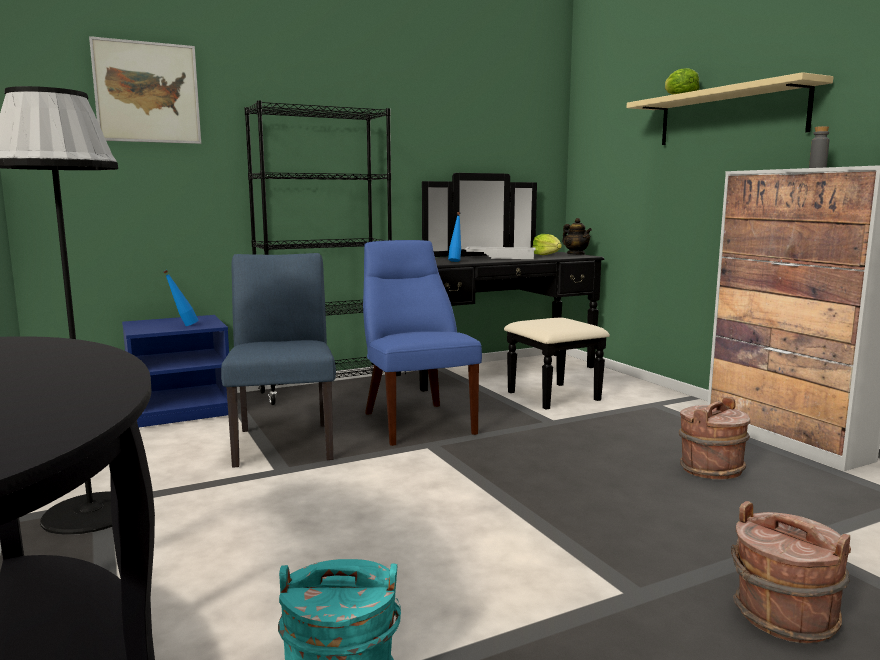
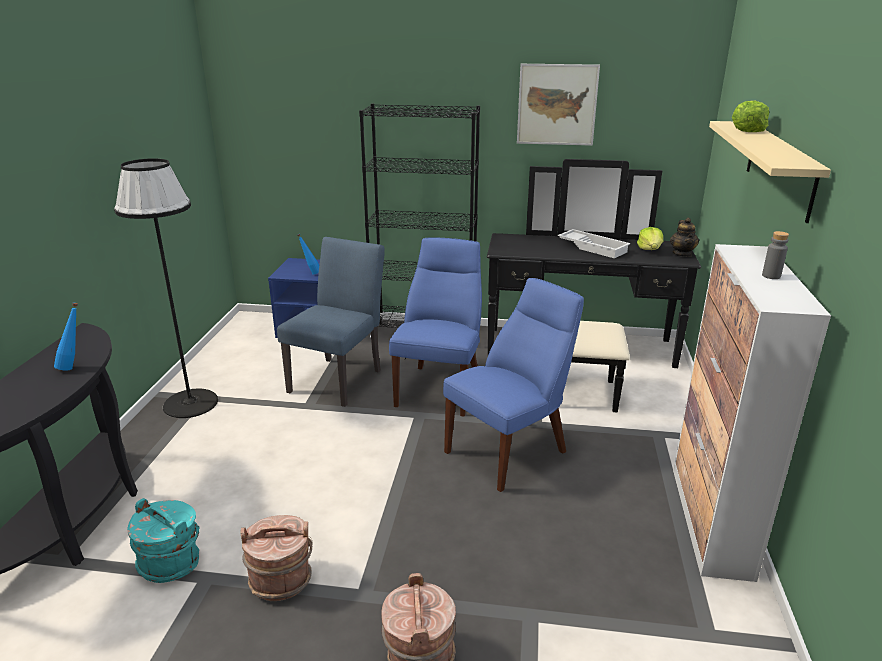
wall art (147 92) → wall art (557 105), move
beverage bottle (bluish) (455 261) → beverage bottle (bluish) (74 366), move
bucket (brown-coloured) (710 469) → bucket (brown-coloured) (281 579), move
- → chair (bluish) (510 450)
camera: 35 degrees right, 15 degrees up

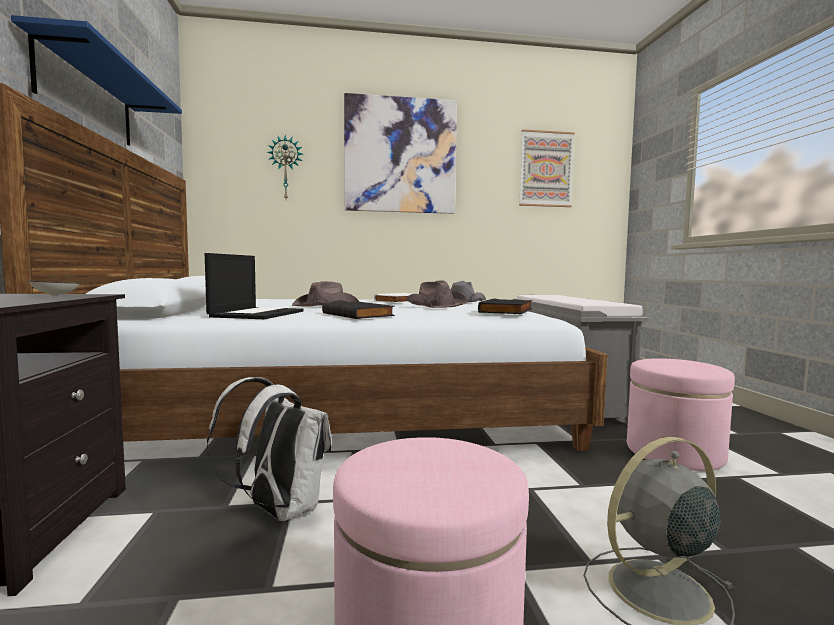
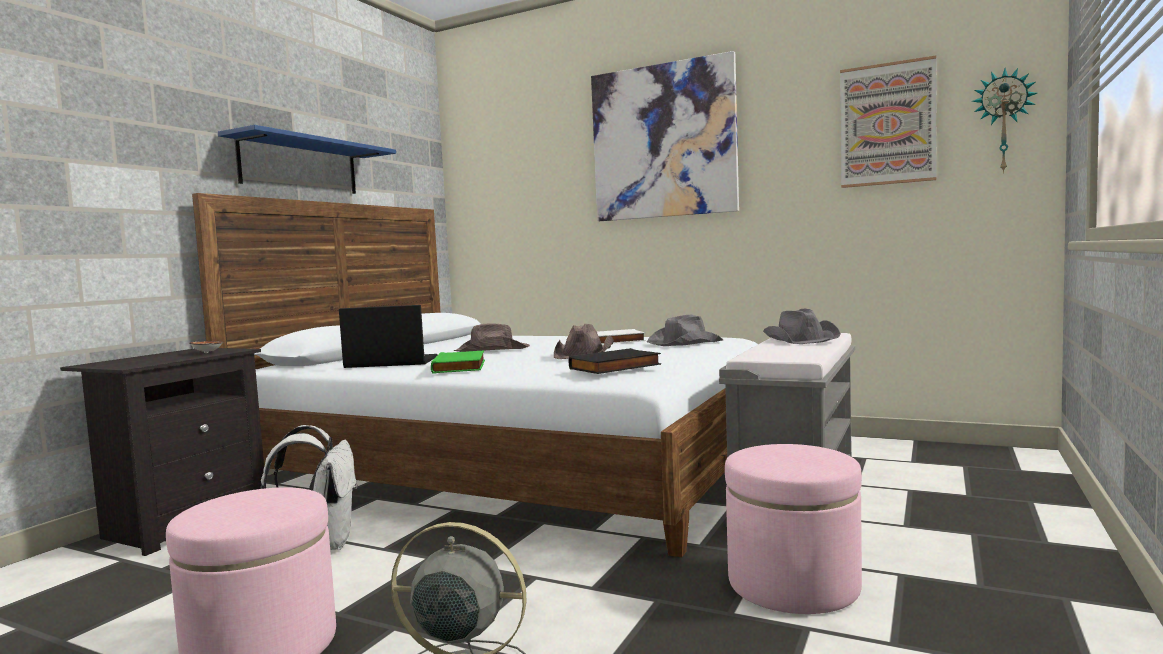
wall clock (285 168) → wall clock (1003 121), move
laptop (257 314) → laptop (390 362), 135 degrees counterclockwise
bound book (black-coloured) (359 314) → bound book (green) (461 366)
- → clothing hat (grey) (801 339)
camera: 35 degrees right, 0 degrees up

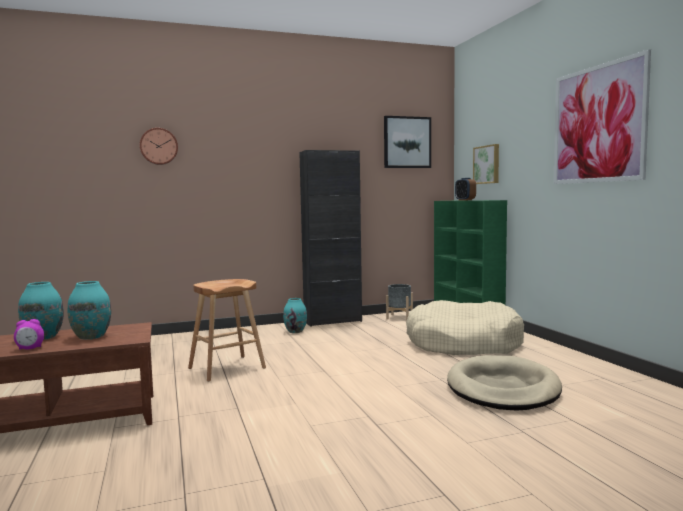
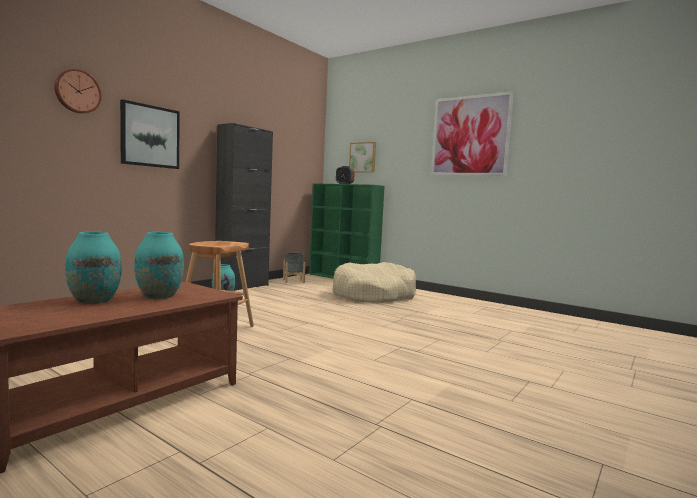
wall art (407 142) → wall art (150 136), move
table clock (30 348) → -
pet bed (beige-coloured) (502 388) → -
camera: 35 degrees left, 0 degrees up

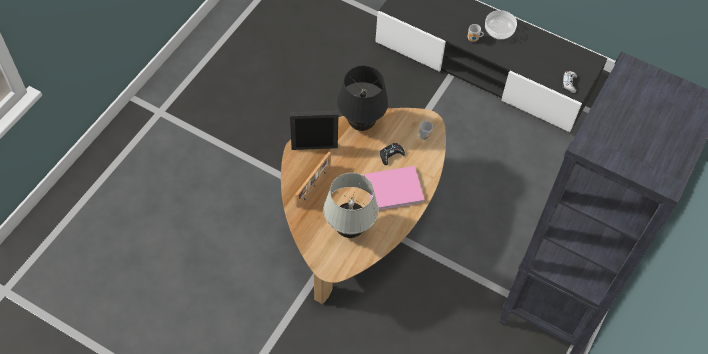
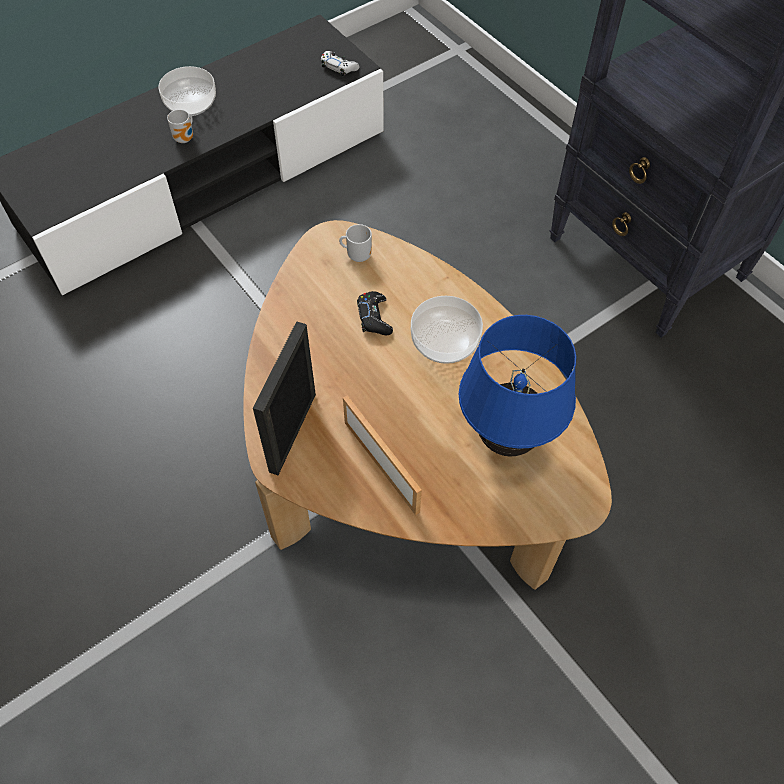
tabletop lamp (black-coloured) (361 124) → -
bound book (pink) (391 188) → serving bowl (444 342)
tabletop lamp (white) (349 230) → tabletop lamp (bluish) (505 440)
camera: 65 degrees left, 0 degrees up

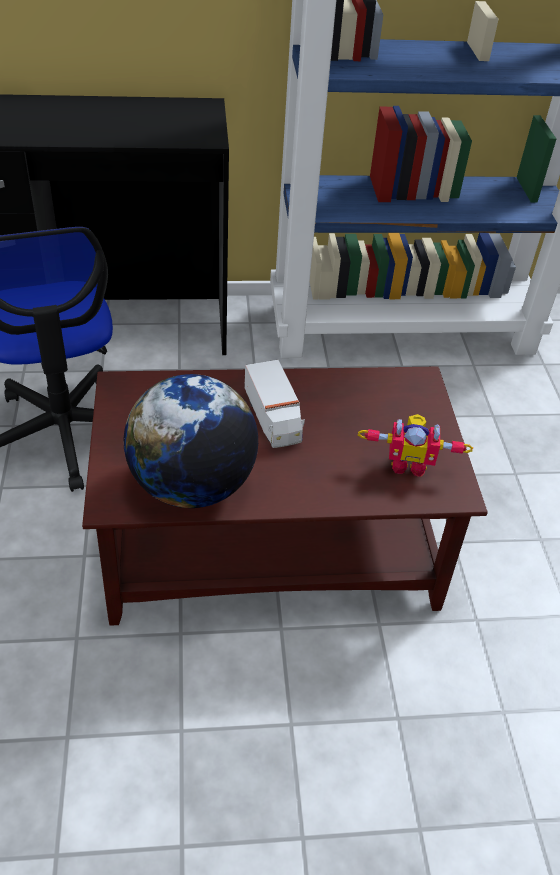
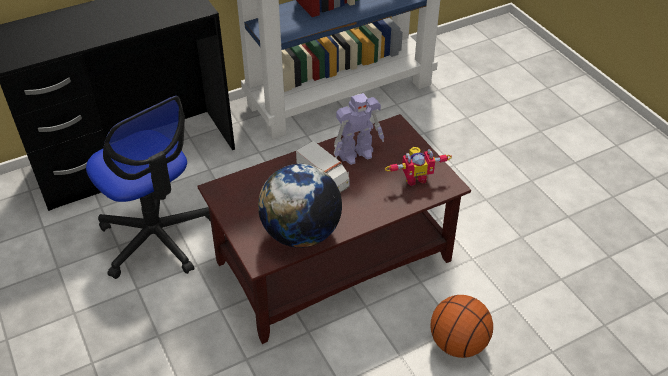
- → toy robot (357 154)
- → ball for basketball (457 343)
camera: 20 degrees left, 0 degrees up

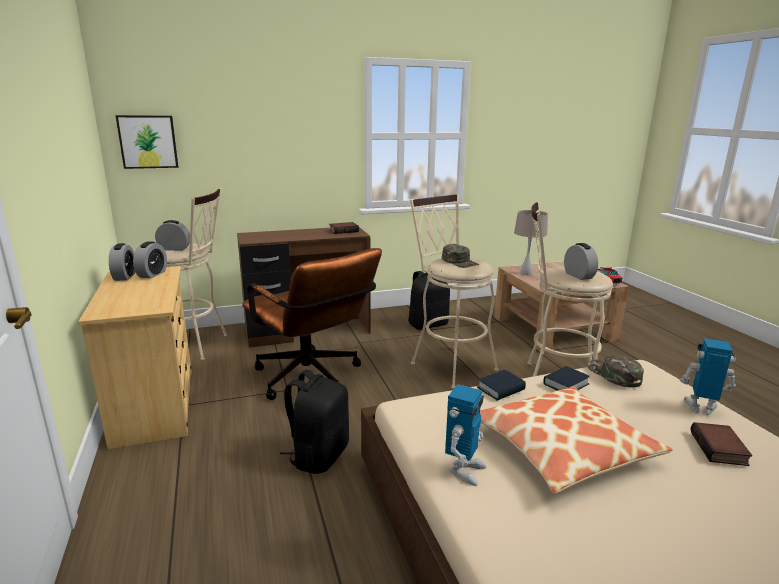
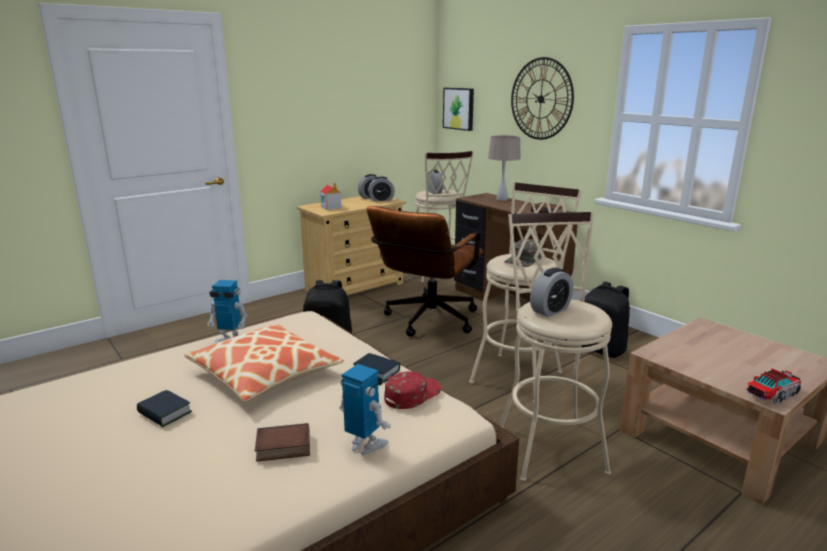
tabletop lamp (beige-coloured) (526 273) → tabletop lamp (beige-coloured) (502 199), move
toy robot (700 408) → toy robot (365 446), 60 degrees counterclockwise
peaked cap (green) (613 375) → peaked cap (reddish) (412 394)
bound book (501 389) → bound book (164 413), move
- → wall clock (541 99)
- → toy house (331 207)
camera: 70 degrees right, 0 degrees up

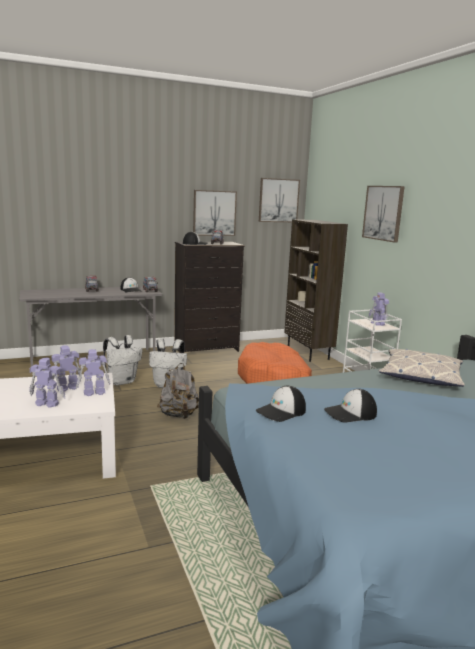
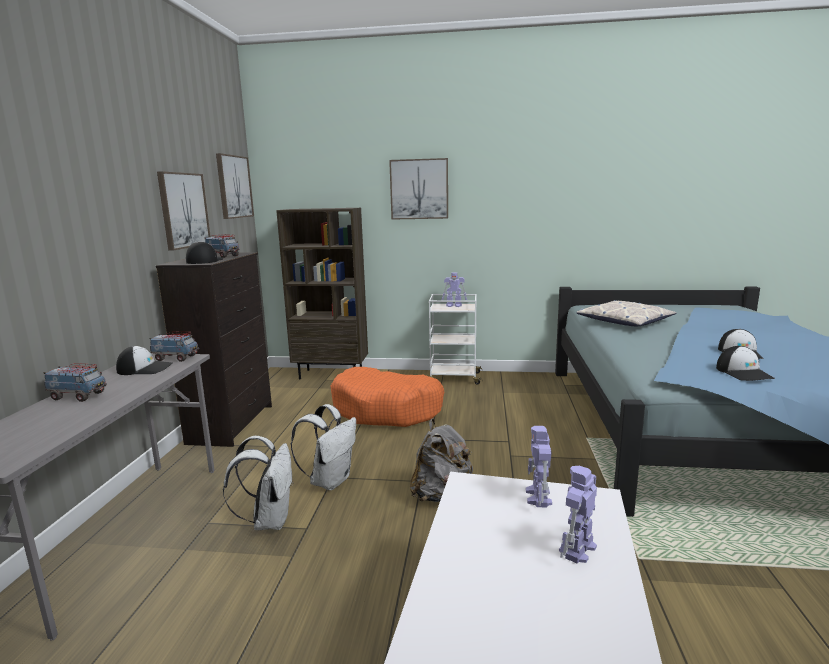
toy robot (67 388) → -
camera: 60 degrees left, 0 degrees up

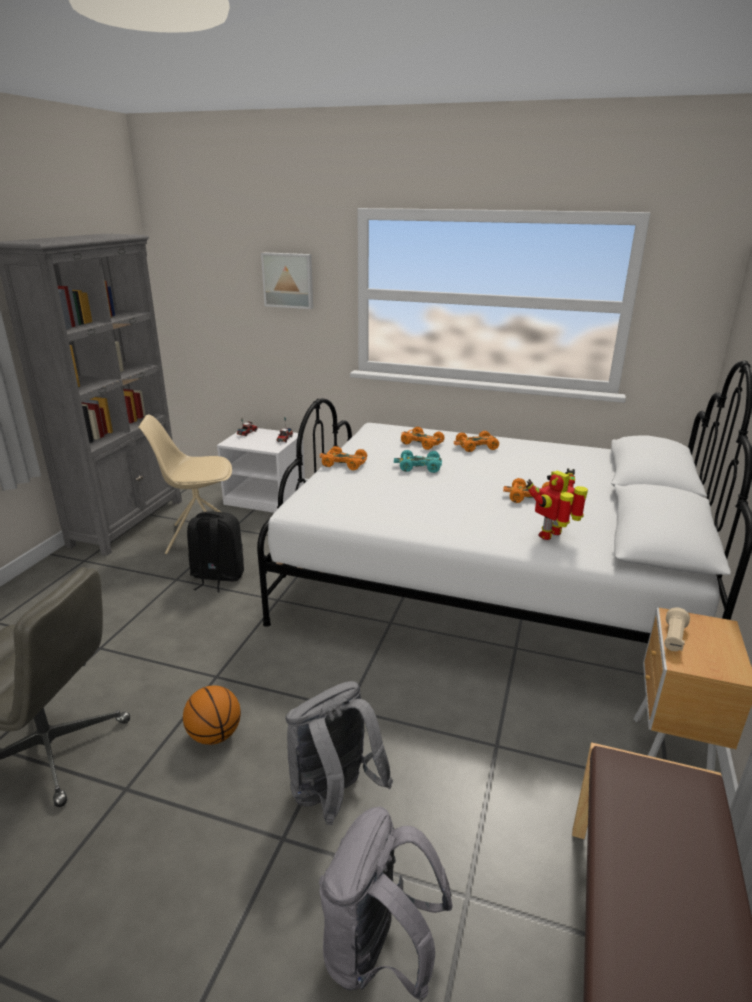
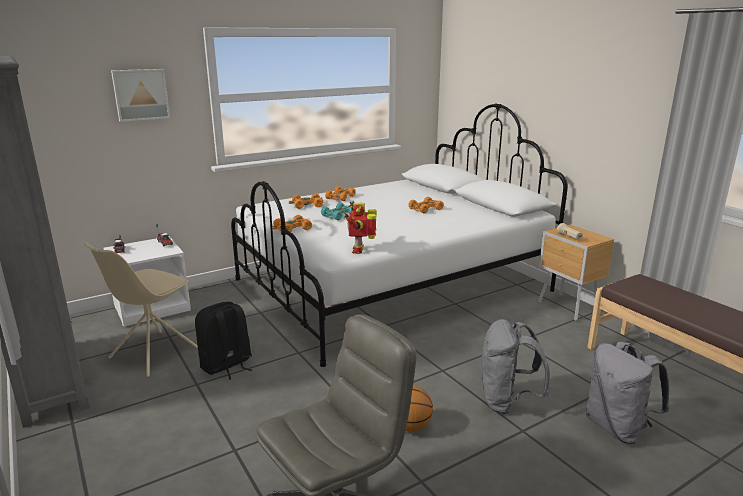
toy robot (552 535) → toy robot (359 250), move
camera: 50 degrees left, 5 degrees down

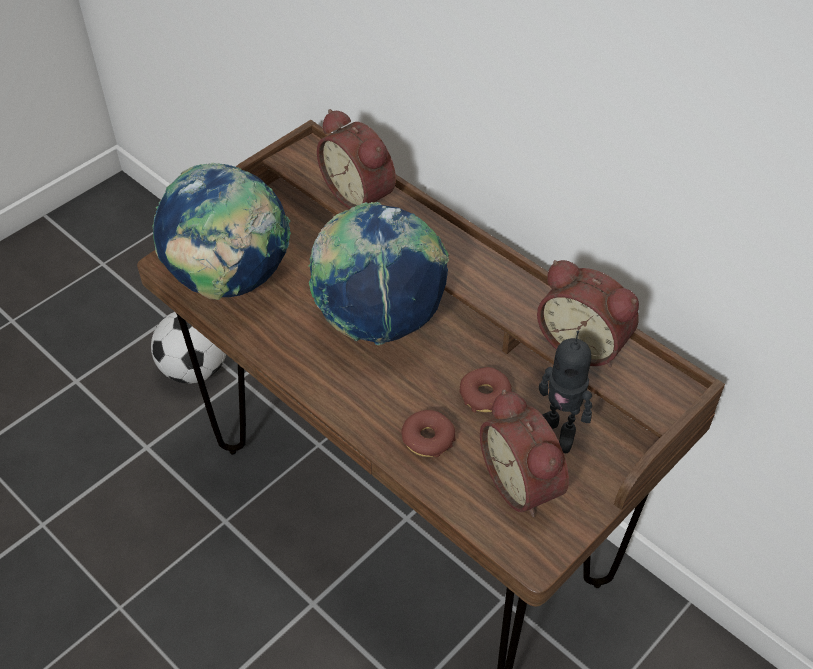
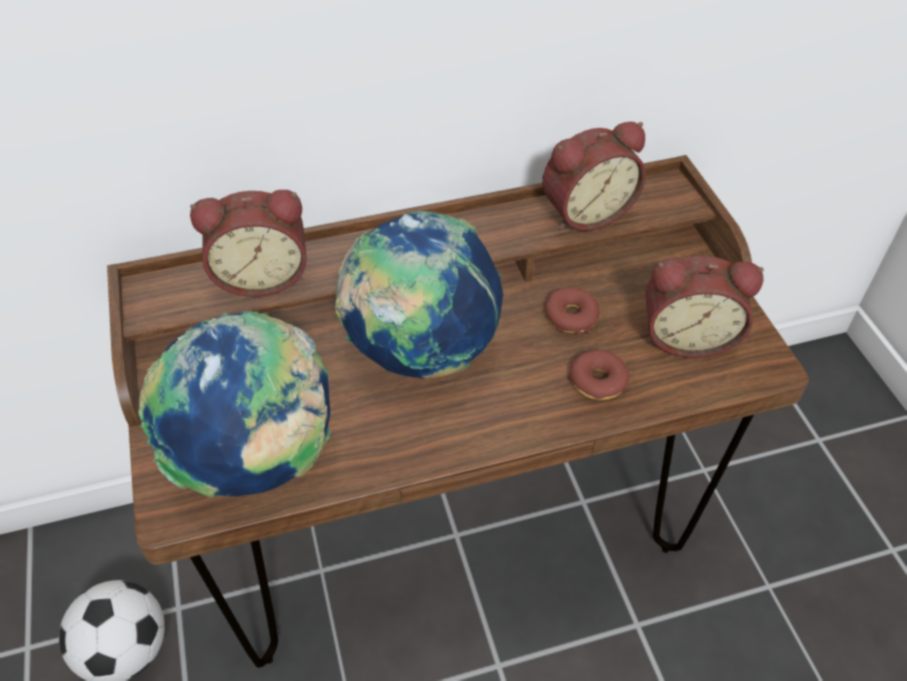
toy robot (558 429) → -
camera: 60 degrees left, 0 degrees up

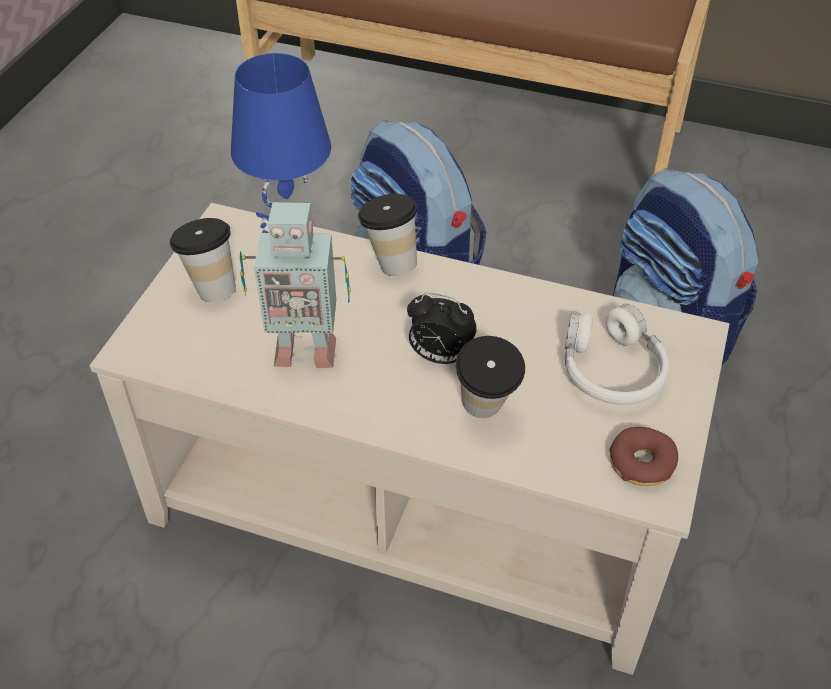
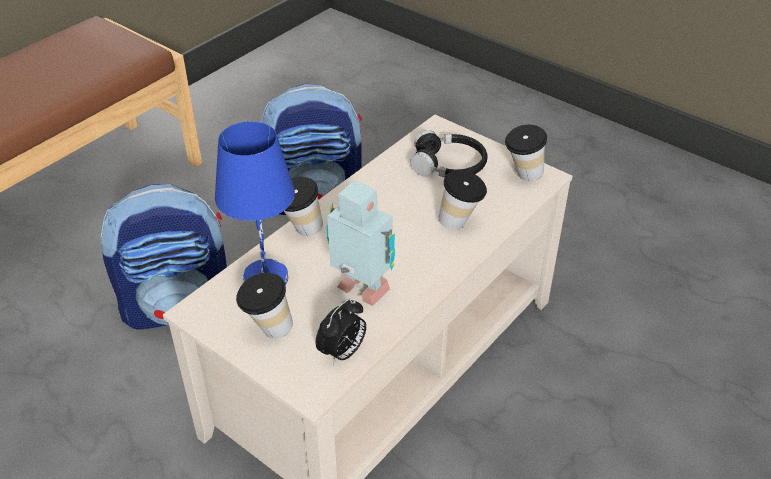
toy robot (303 348) → toy robot (362 293), 75 degrees counterclockwise
table clock (439 356) → table clock (342 353), move
pair of headphones (white) (611 369) → pair of headphones (black-coloured) (449 165)
donut (641 463) → small cup (522 176)
camera: 70 degrees left, 5 degrees down

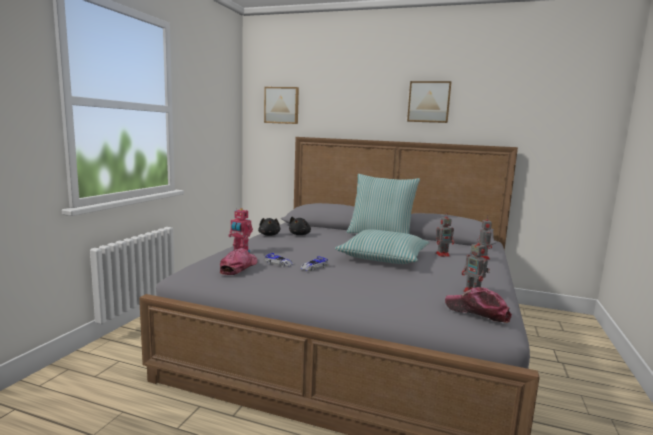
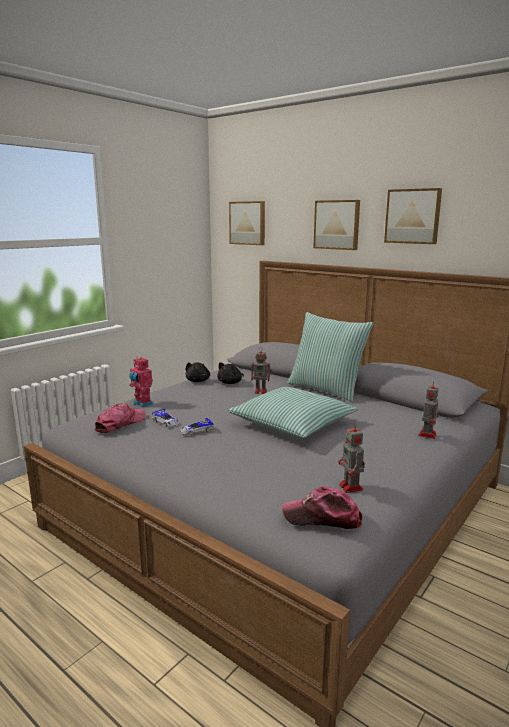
toy robot (443 254) → toy robot (261 391), move
peaked cap (477 311) → peaked cap (322 518), 45 degrees counterclockwise
- → wall art (337 225)
camera: 20 degrees right, 5 degrees up

